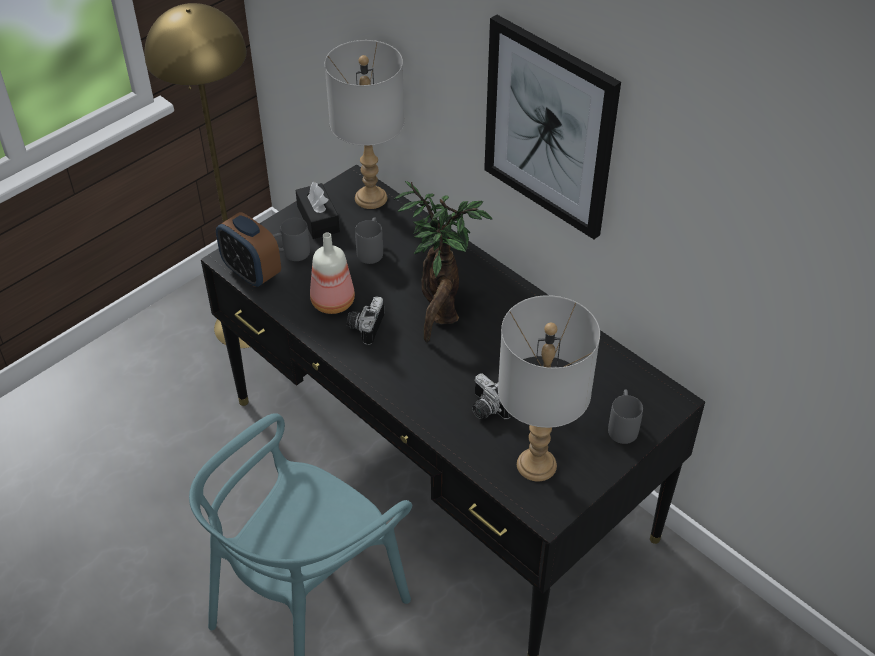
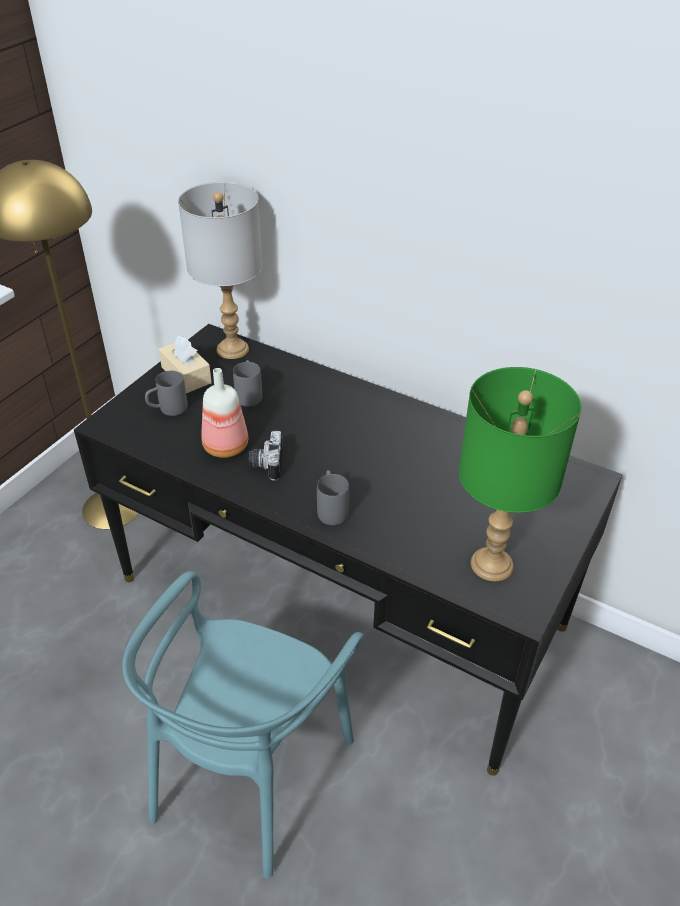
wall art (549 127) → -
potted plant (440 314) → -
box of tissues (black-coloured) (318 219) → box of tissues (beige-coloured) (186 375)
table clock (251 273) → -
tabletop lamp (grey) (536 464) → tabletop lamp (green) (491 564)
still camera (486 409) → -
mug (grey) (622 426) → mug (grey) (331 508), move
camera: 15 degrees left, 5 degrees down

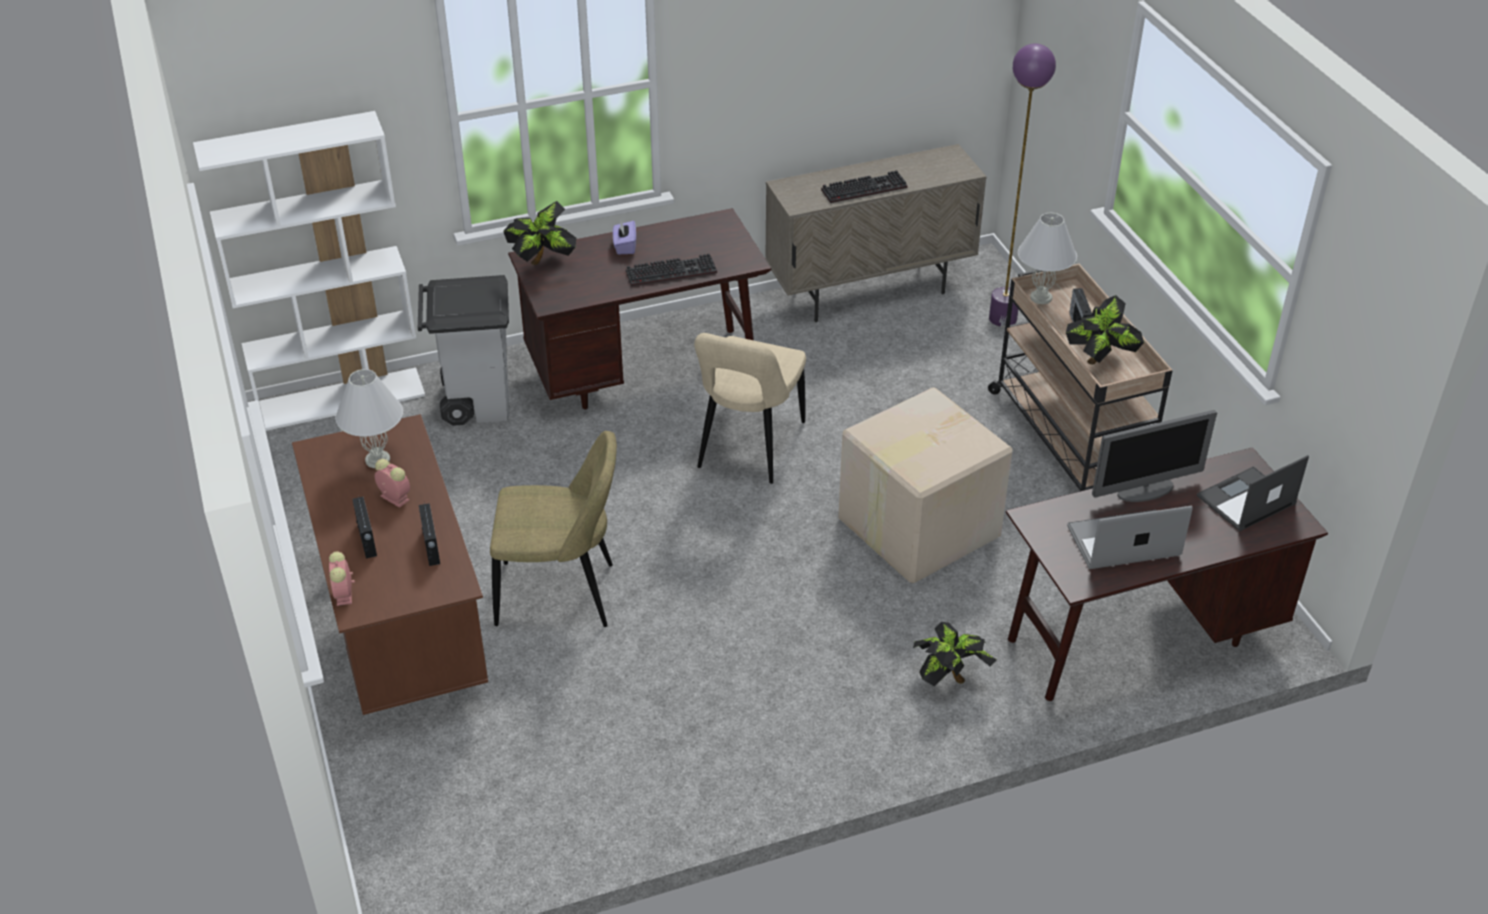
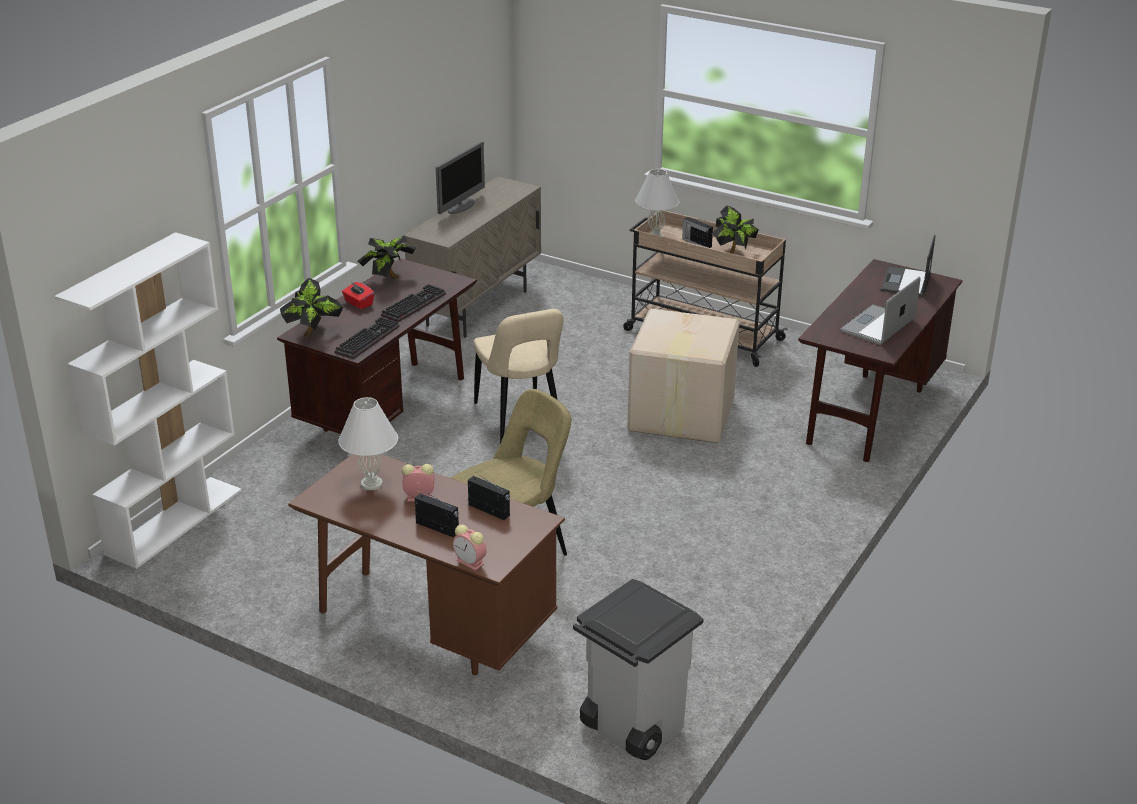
standing lamp (purplish) (1002 318) → -
computer keyboard (865 188) → computer keyboard (367 339), move
box of tissues (purplish) (625 246) → box of tissues (reddish) (358 303)
waste bin (grey) (476 401) → waste bin (grey) (631 728), move
computer screen (1145 490) → computer screen (461 206), move
potted plant (950 679) → potted plant (389 279), move
camera: 40 degrees left, 10 degrees down

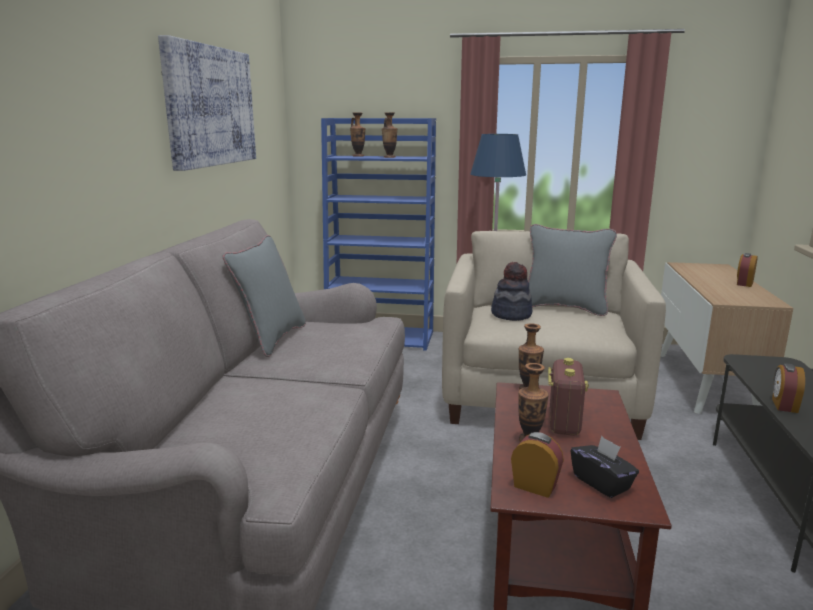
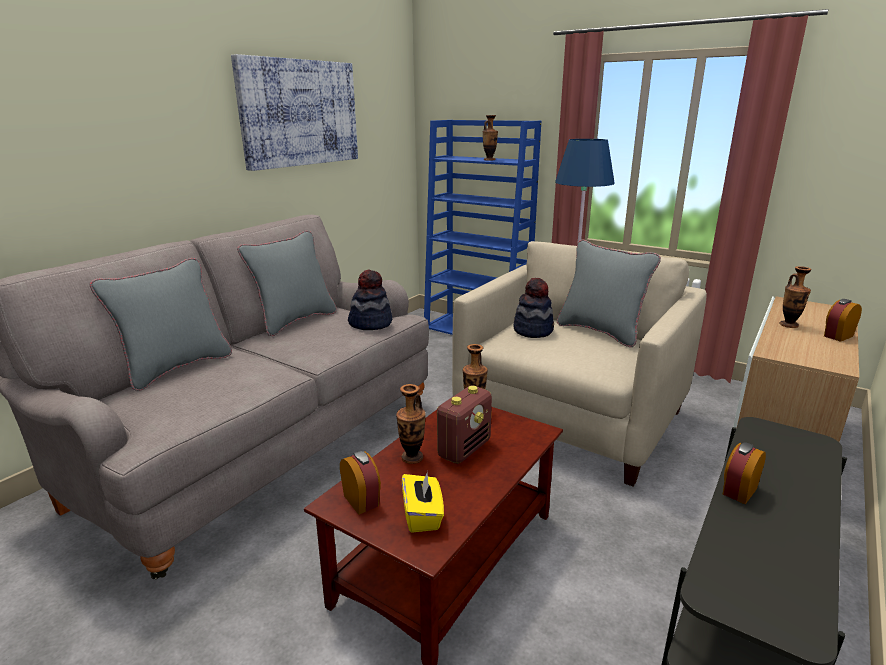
flower vase (358 156) → flower vase (789 325), move
box of tissues (black-coloured) (602 483) → box of tissues (yellow) (422 516)
- → pillow (grey) (177 368)
- → clothing hat (370 323)
camera: 25 degrees right, 5 degrees up

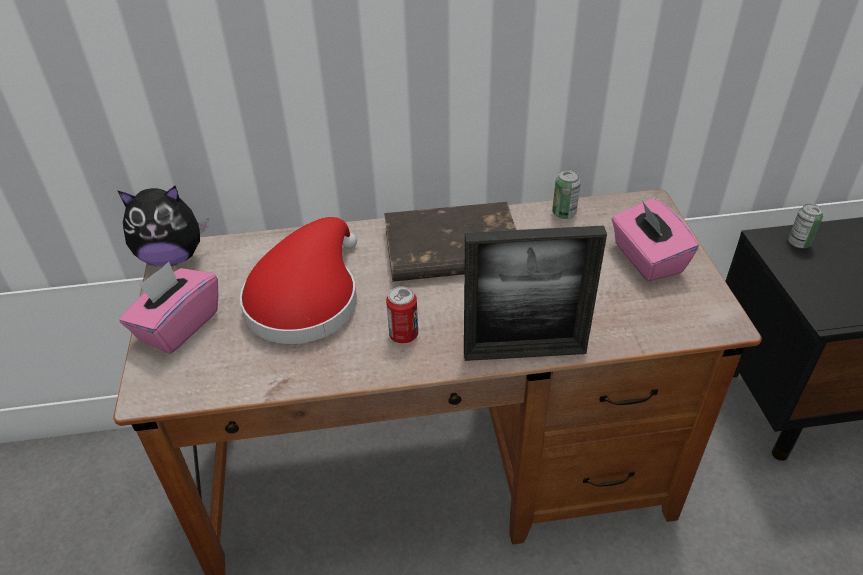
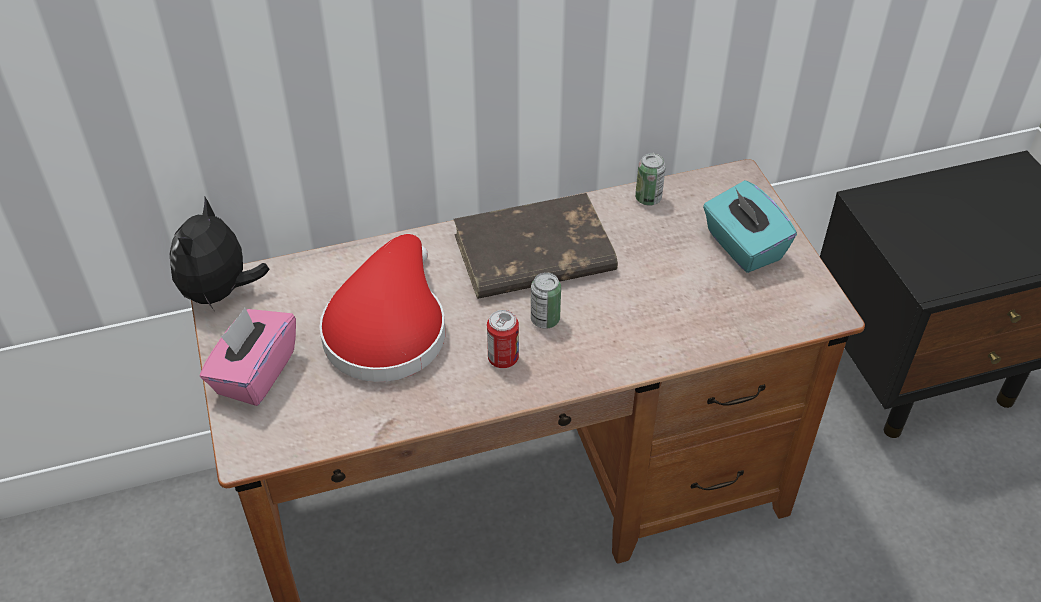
soft toy (172 257) → soft toy (220 292), 120 degrees clockwise
box of tissues (pink) (646 259) → box of tissues (blue-green) (743 246)
sealed can (799 243) → sealed can (545 319), move
standing frame (524 352) → -
camera: 10 degrees left, 5 degrees up

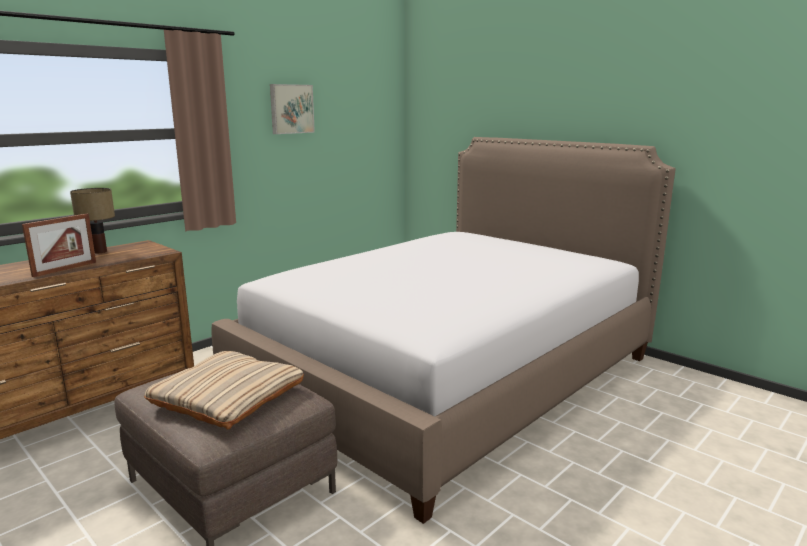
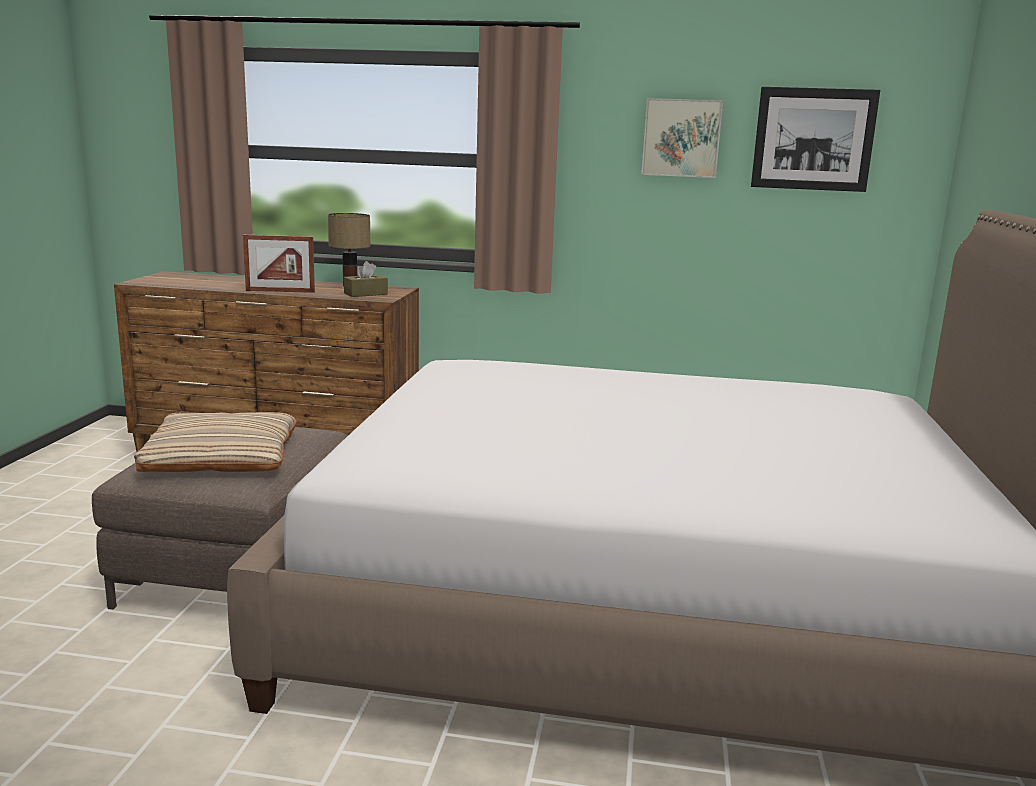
- → wall art (813 139)
- → box of tissues (brown-coloured) (366 294)
camera: 55 degrees right, 0 degrees up

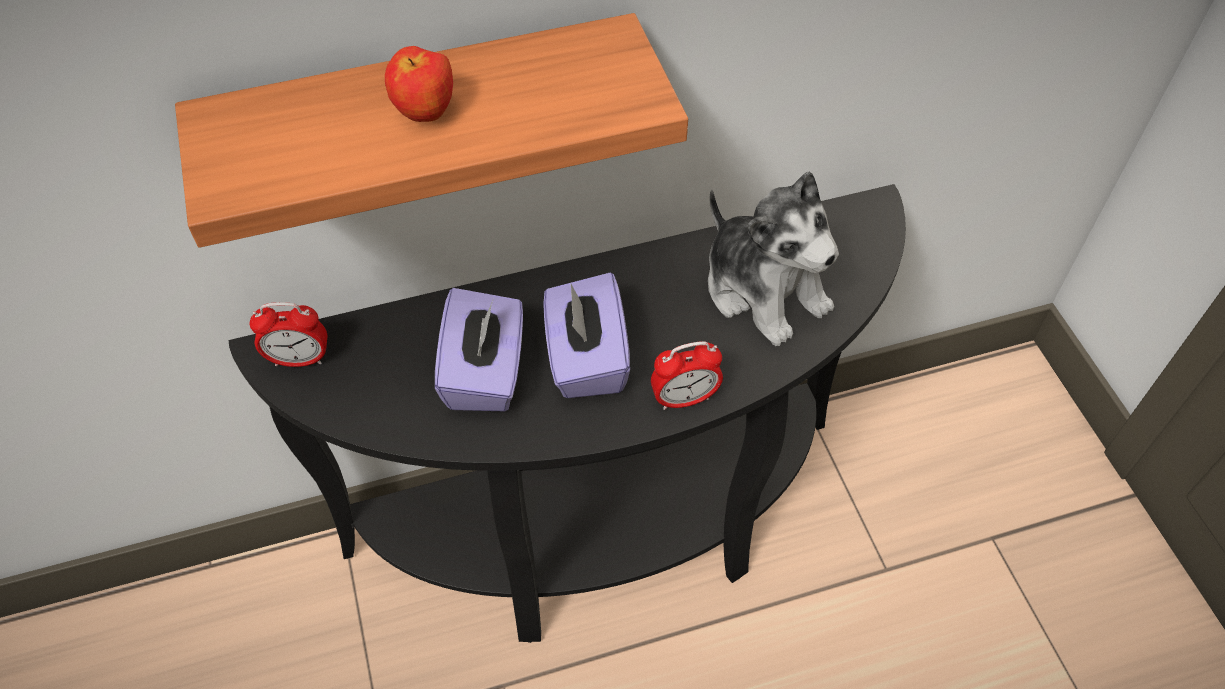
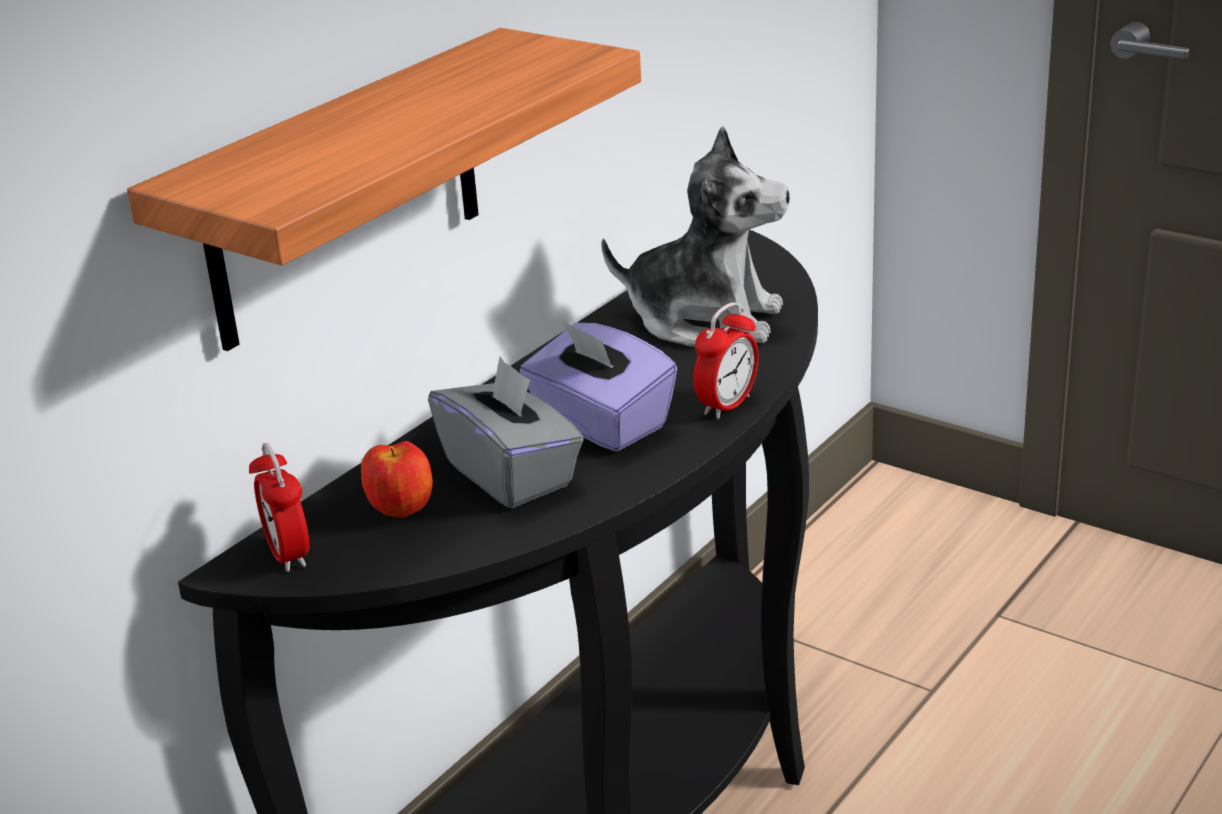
apple (426 114) → apple (402 512), move
box of tissues (purplish) (485 373) → box of tissues (grey) (511 474)
table clock (299 359) → table clock (288 555), 105 degrees clockwise
camera: 35 degrees left, 25 degrees down

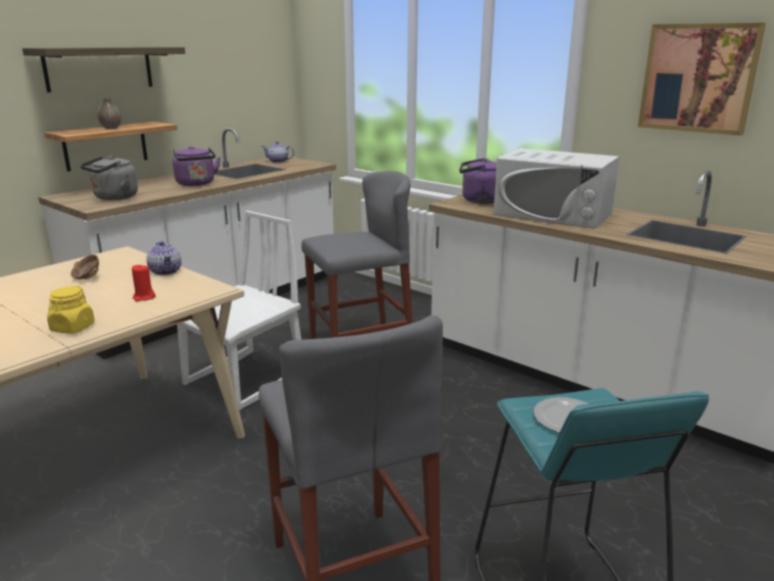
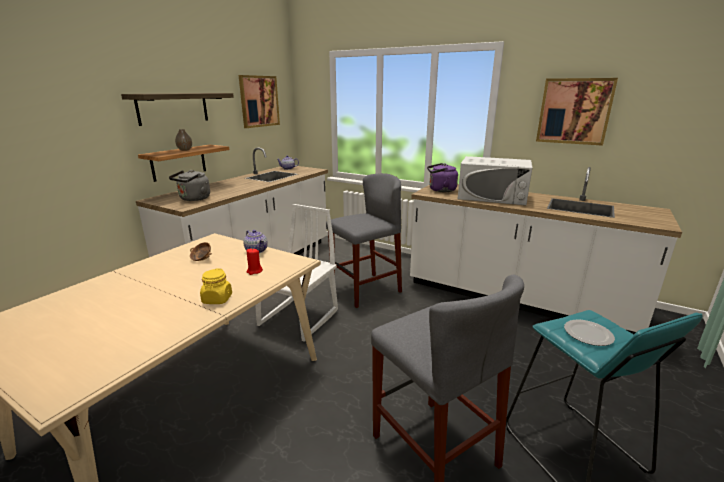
kettle (purplish) (196 184) → -
- → wall art (259 101)
camera: 10 degrees left, 0 degrees up

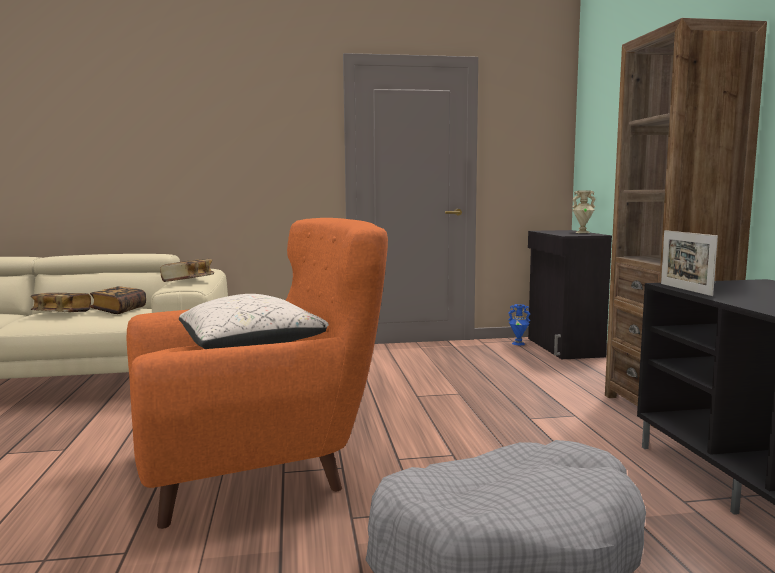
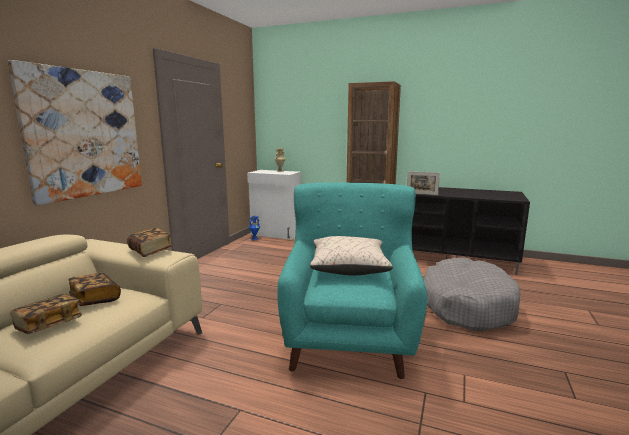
easy chair (orangey) (256 468) → easy chair (blue-green) (349 338)
storage cabinet (black-coloured) (563 347) → storage cabinet (white) (276 234)
- → wall art (84 134)
camera: 60 degrees left, 5 degrees up

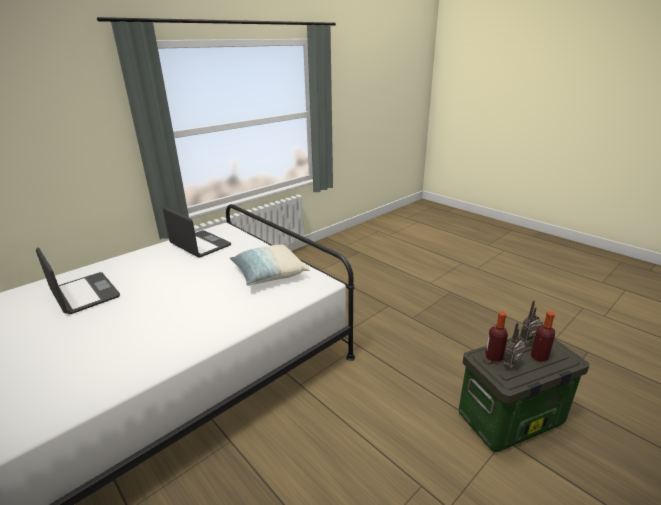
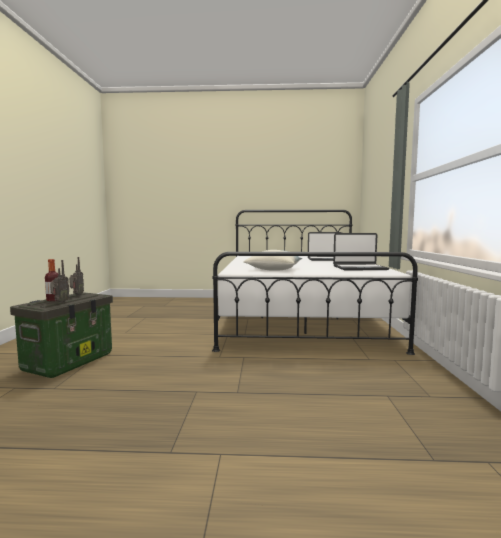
beverage bottle (493 357) → -
camera: 135 degrees right, 20 degrees down

